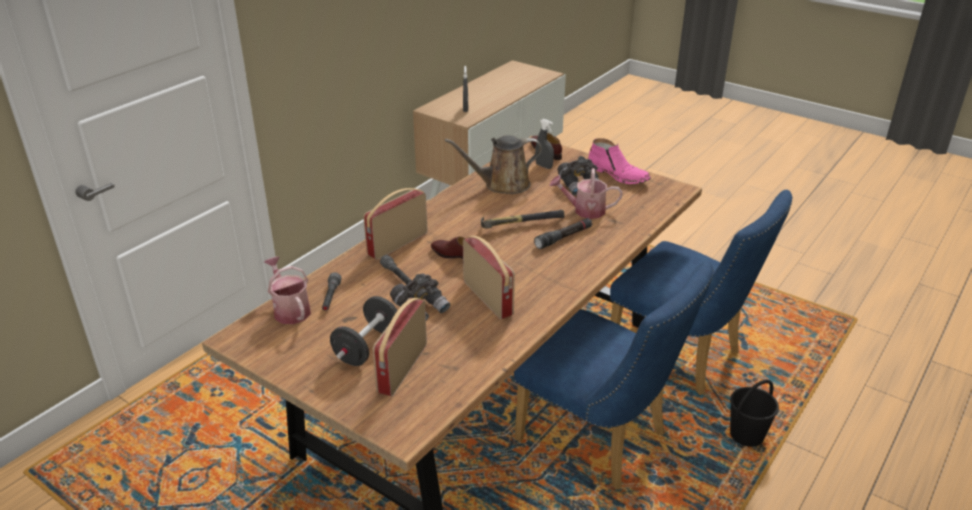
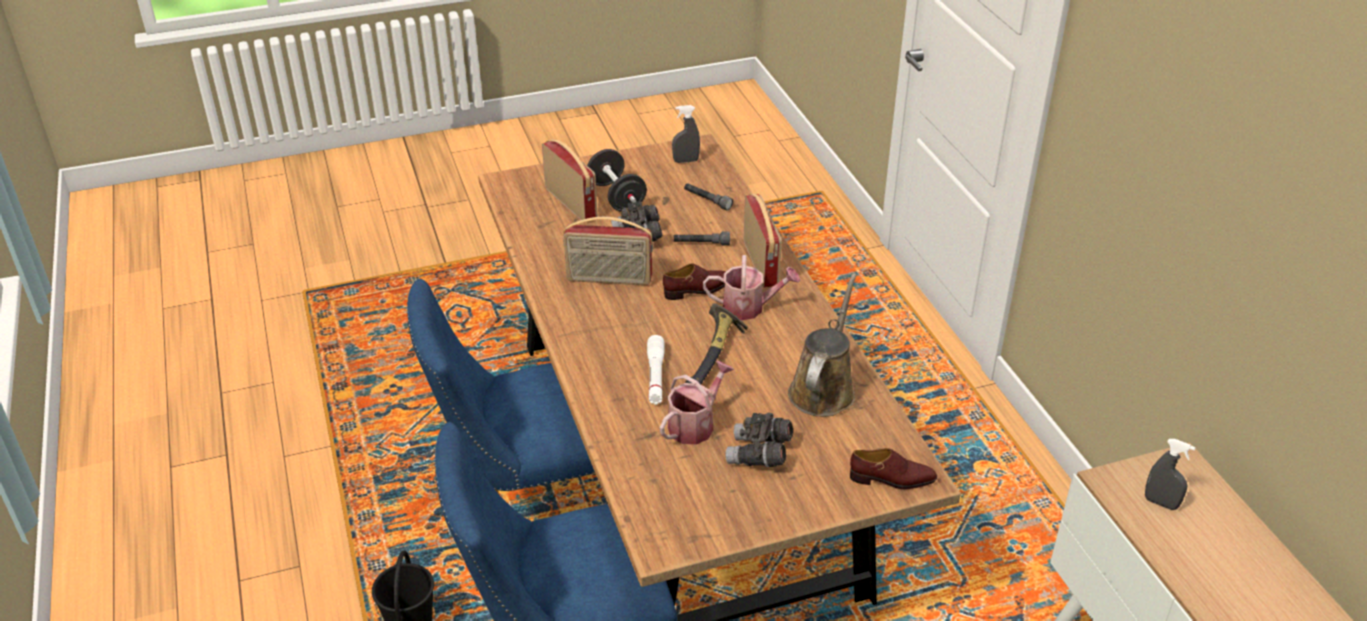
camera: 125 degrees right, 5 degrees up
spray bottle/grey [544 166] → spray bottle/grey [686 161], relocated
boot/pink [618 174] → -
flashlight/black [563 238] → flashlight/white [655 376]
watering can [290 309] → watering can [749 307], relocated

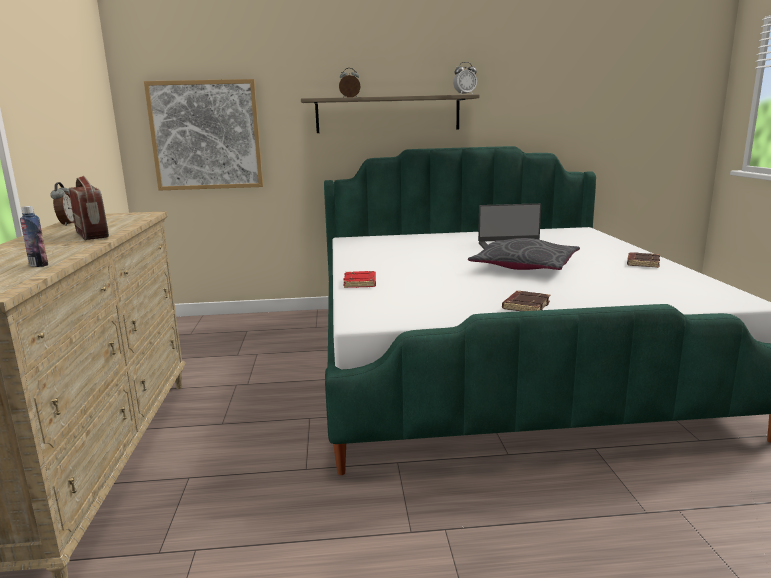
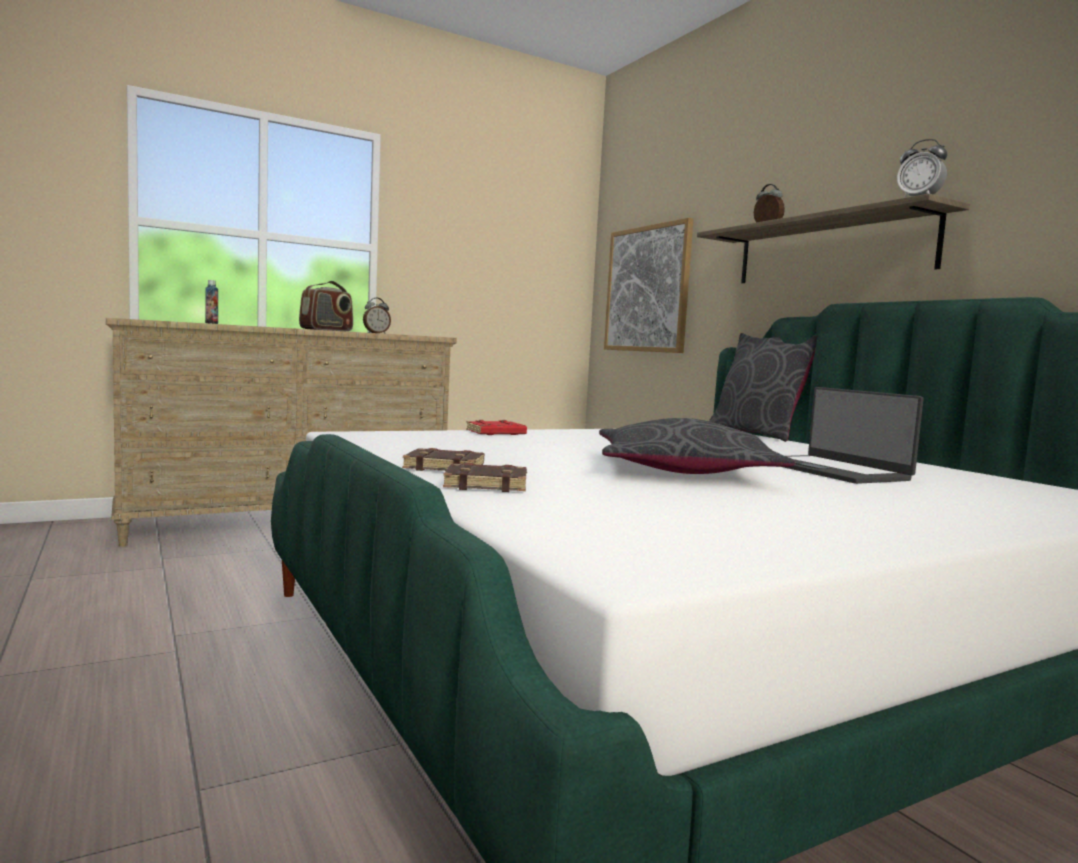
camera: 65 degrees right, 10 degrees down
book/brown [642 263] → book/brown [487 485], relocated
- → pillow/grey [757 434]

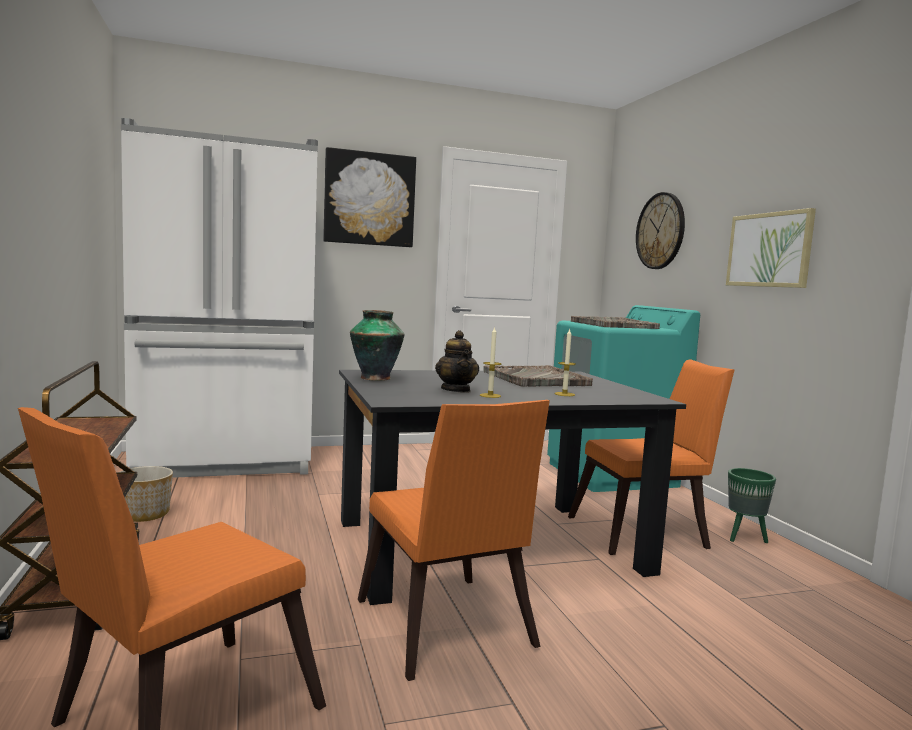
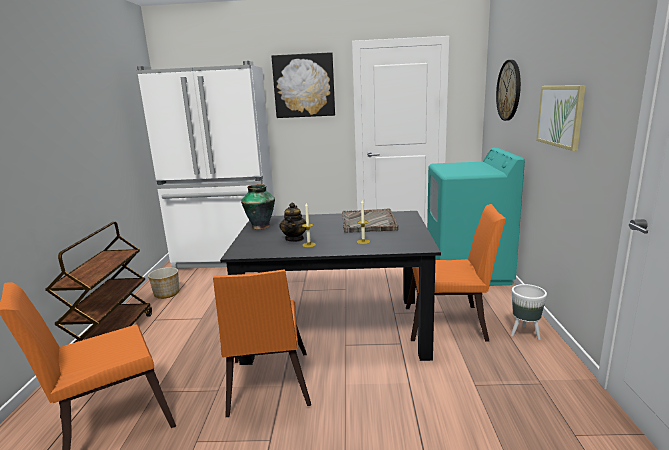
camera: 20 degrees right, 10 degrees up
tray/grey [612 325] → -
planter/green [744 538] → planter/white [525 334]

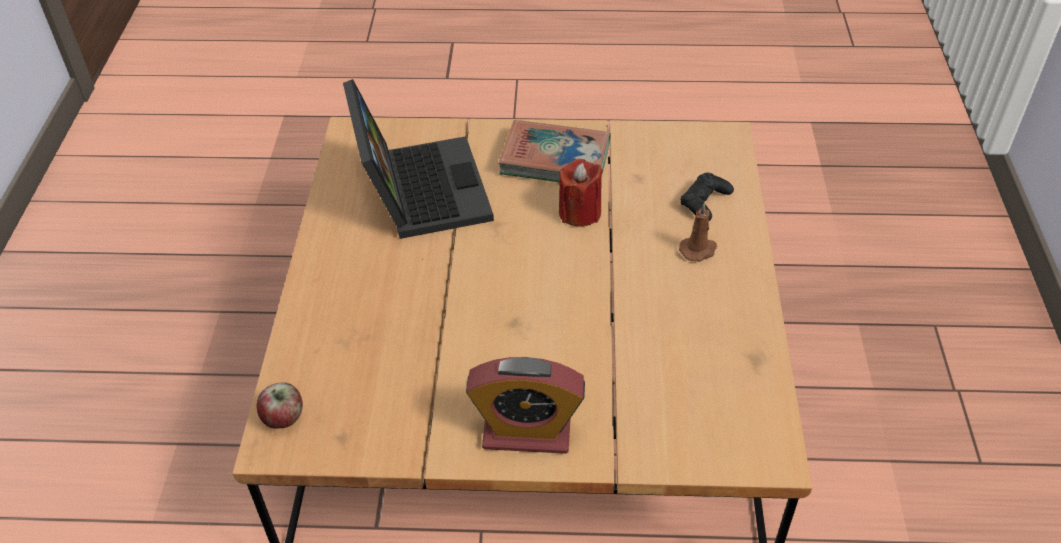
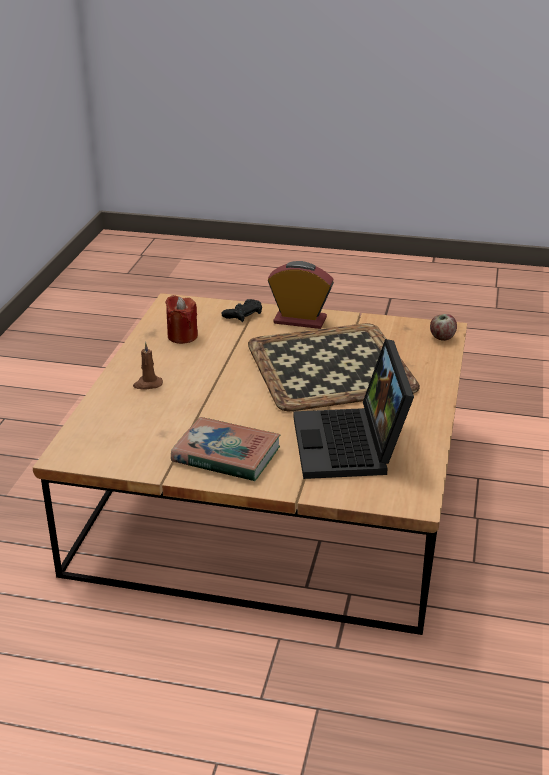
camera: 170 degrees left, 15 degrees down
candle/red [579 212] → candle/red [182 336], relocated
game controller/black [705 202] → game controller/black [243 315], relocated
- → tray [329 368]

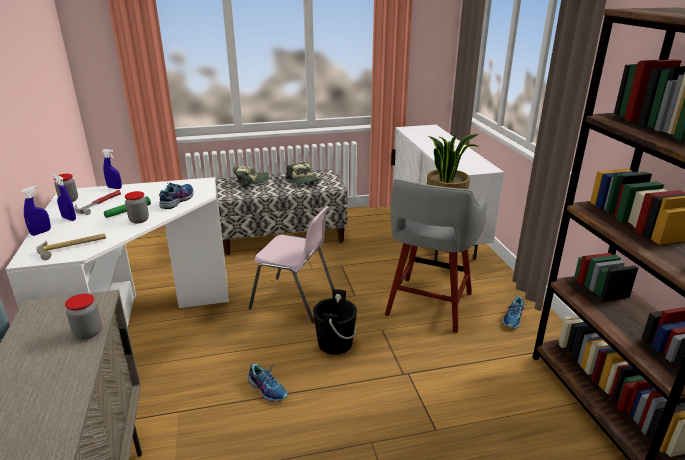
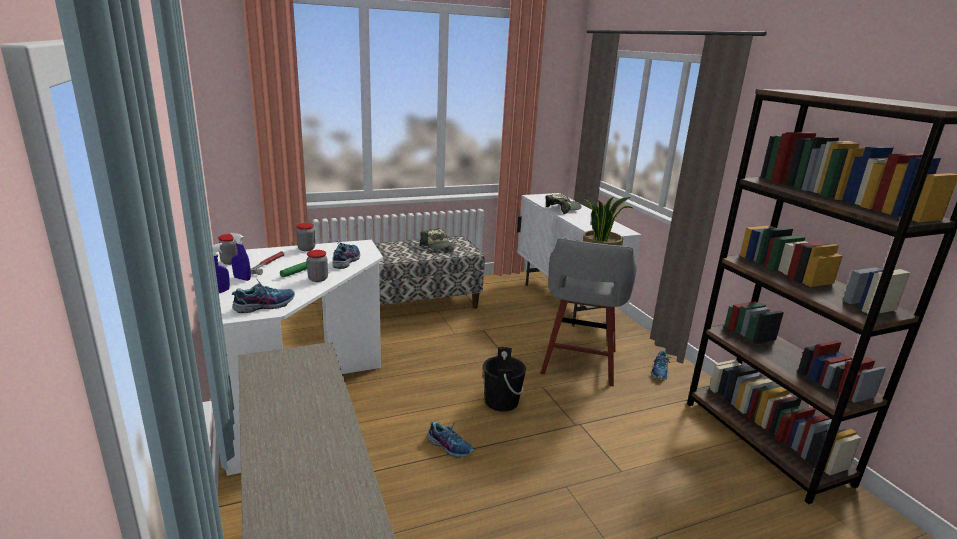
camera: 10 degrees left, 5 degrees down
spray bottle/blue [114 188] → -
cap [251 181] → cap [562 209], relocated
chair/pink [294 300] → -
hammer [73 248] → shoe [264 305]
jar [88 333] → jar [306 249], relocated

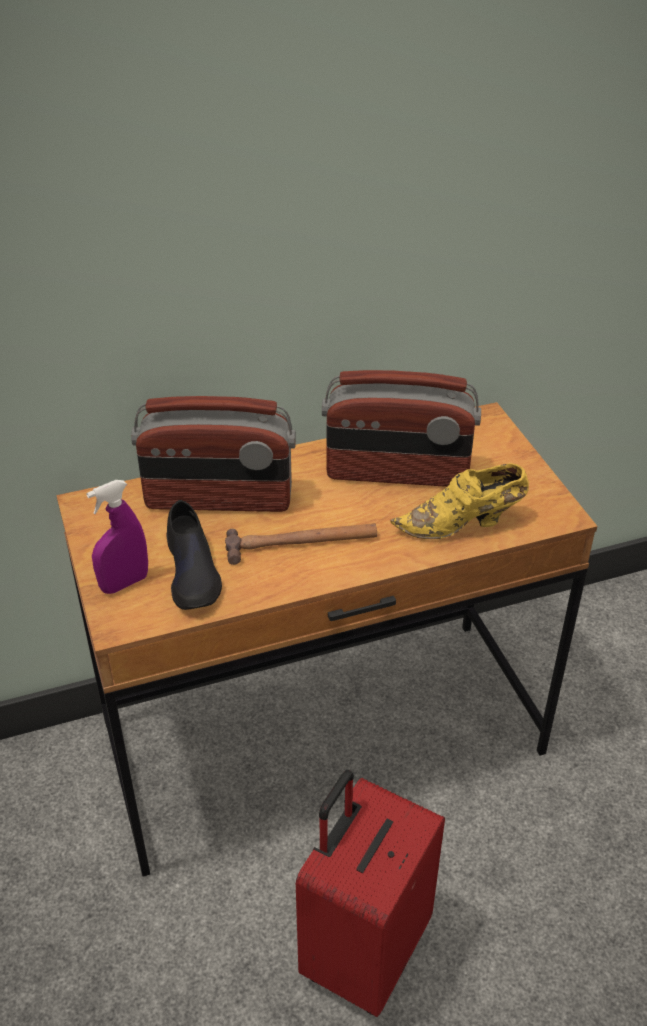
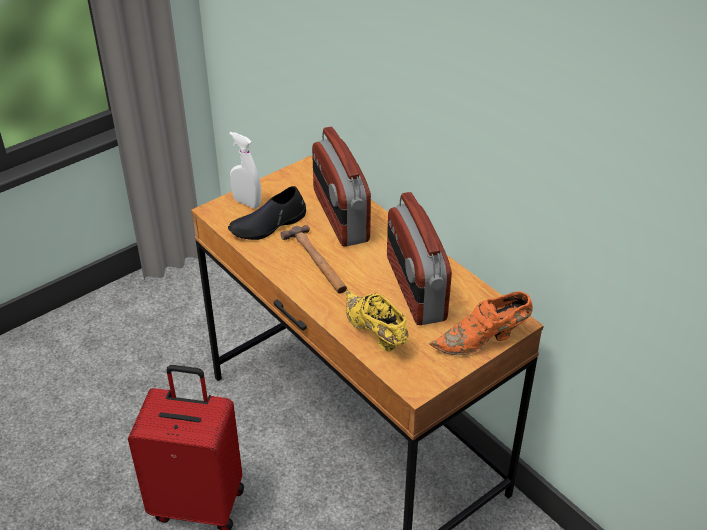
camera: 70 degrees right, 0 degrees up
spray bottle/purple [124 583] → spray bottle/white [247 203]
- → shoe/orange [483 340]

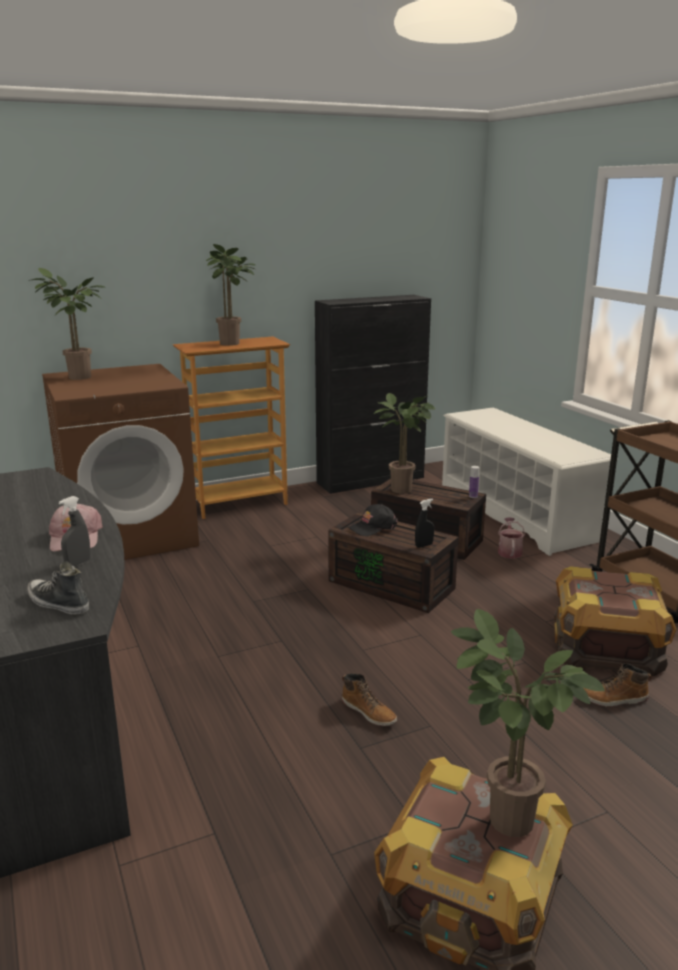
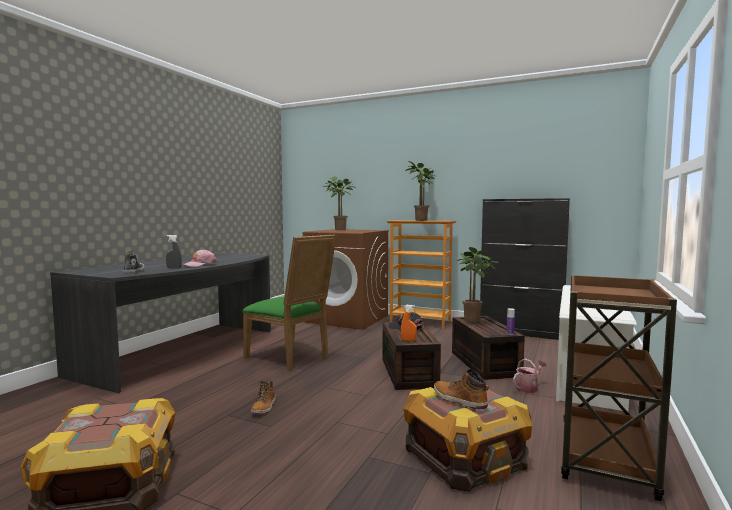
camera: 50 degrees right, 15 degrees down
spray bottle/black [424 545] → spray bottle/orange [408 340]
potted plant [503 822] → -
boot [614 699] → boot [459 400], relocated
- → chair/green [291 357]

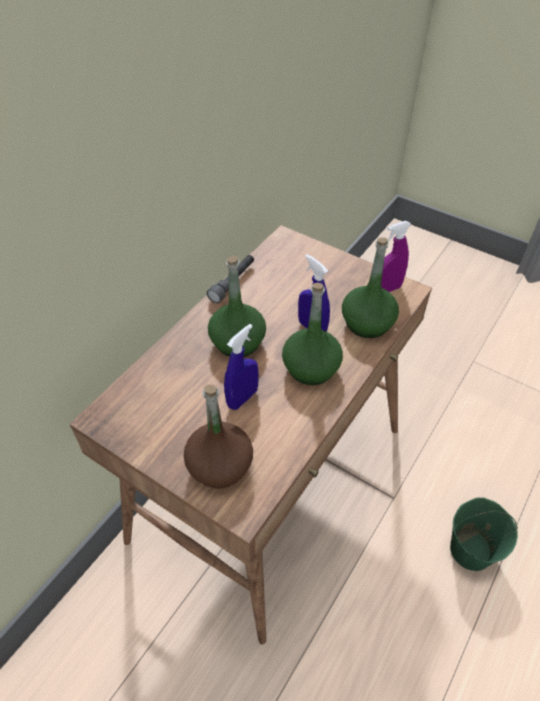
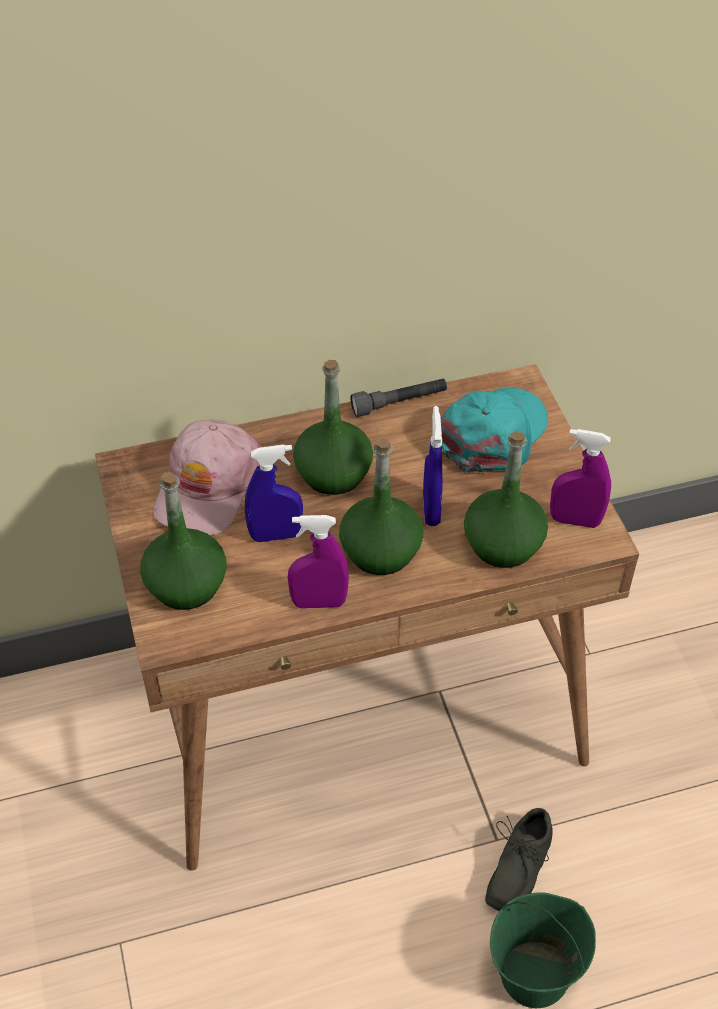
camera: 40 degrees right, 0 degrees up
bottle/brown [220 465] → bottle/green [186 584]
- → cap/turquoise [493 434]
- → cap/pink [208 486]
- → spray bottle/purple [319 602]
- → shoe/grey [515 866]

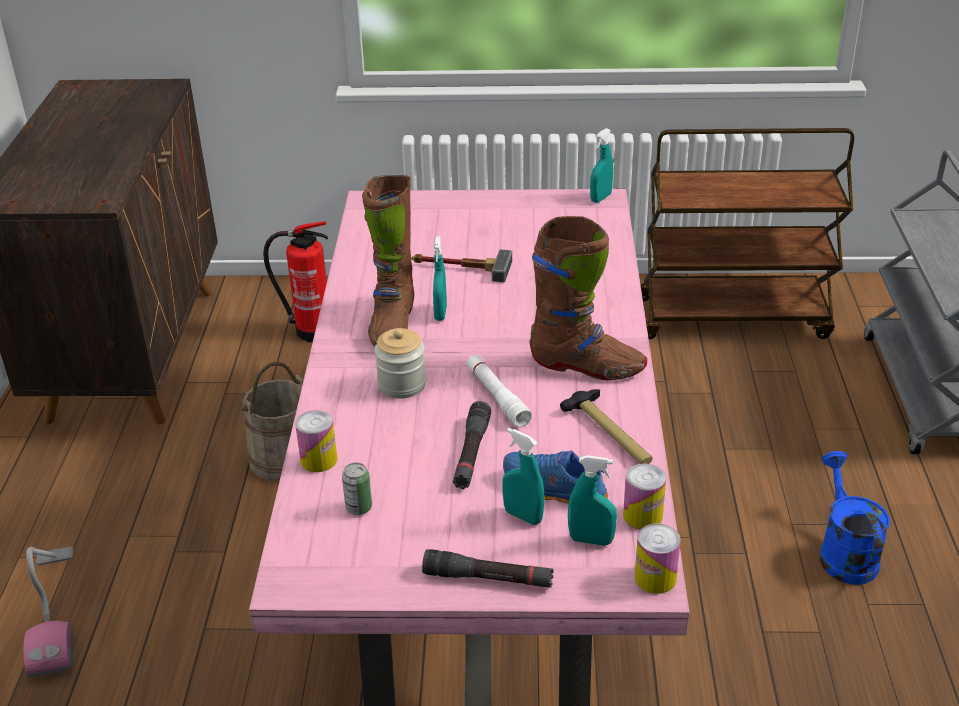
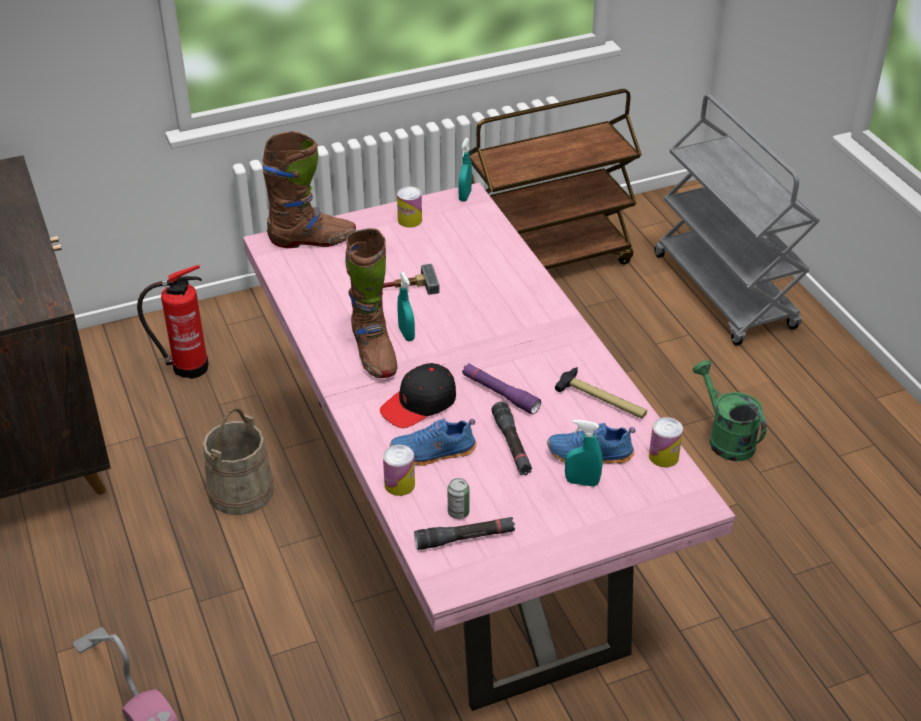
camera: 25 degrees left, 5 degrees up
boot/brown [586 367] → boot/brown [312 240], relocated
jar [402 384] → cap/black [419 404]
flashlight/white [497 397] → flashlight/purple [500 394]
watering can/blue [844 552] → watering can/green [725 438]
spray bottle/turquoise [591 540] → -
can [655 578] → can [410 220], relocated
flashlight/black [488 578] → flashlight/black [465 538], relocated
- → shoe/blue [433 453]

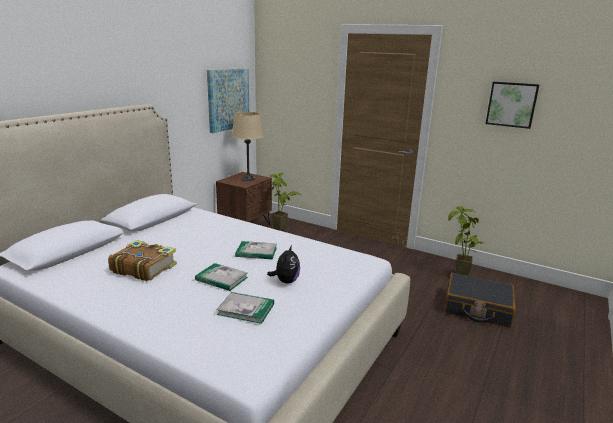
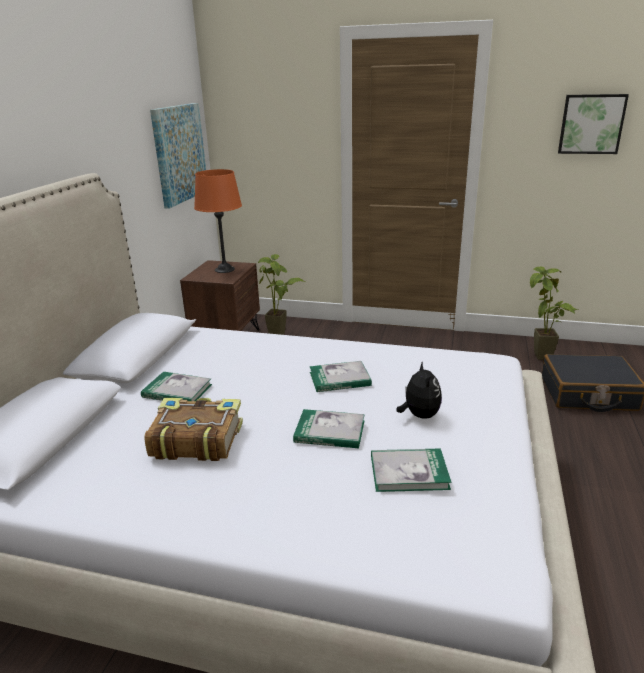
camera: 15 degrees left, 5 degrees up
table lamp/beige [248 179] → table lamp/orange [225 269]
- → book [177 391]

